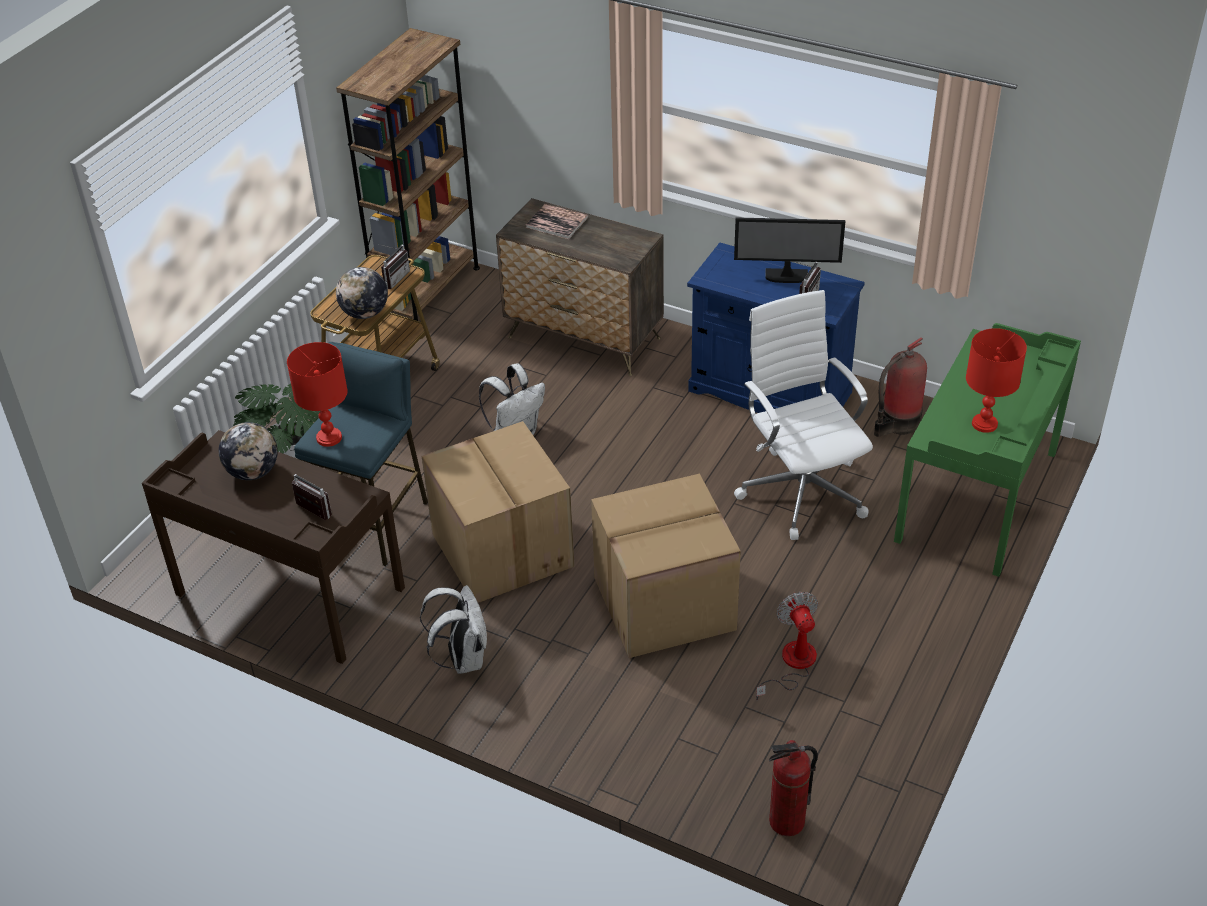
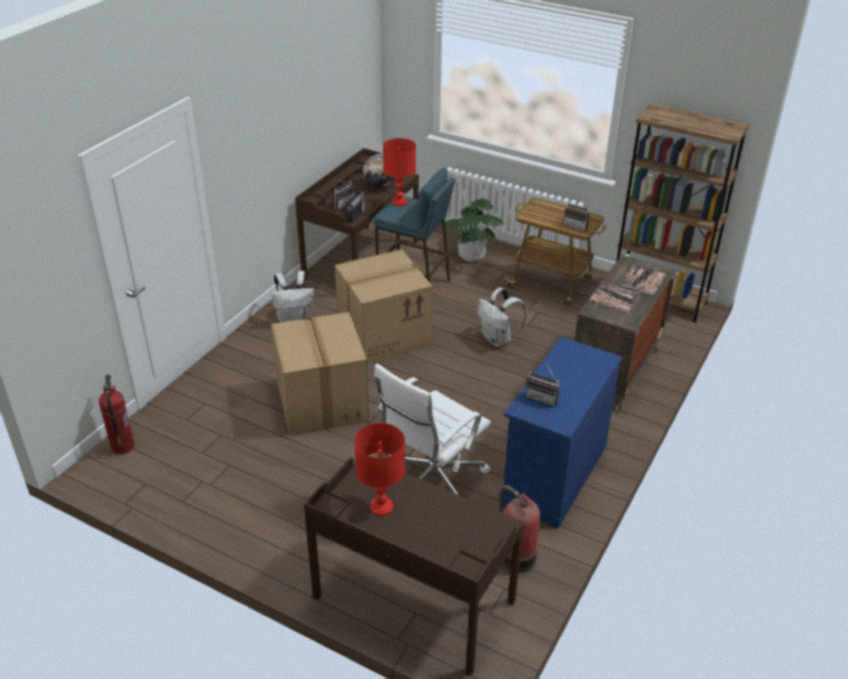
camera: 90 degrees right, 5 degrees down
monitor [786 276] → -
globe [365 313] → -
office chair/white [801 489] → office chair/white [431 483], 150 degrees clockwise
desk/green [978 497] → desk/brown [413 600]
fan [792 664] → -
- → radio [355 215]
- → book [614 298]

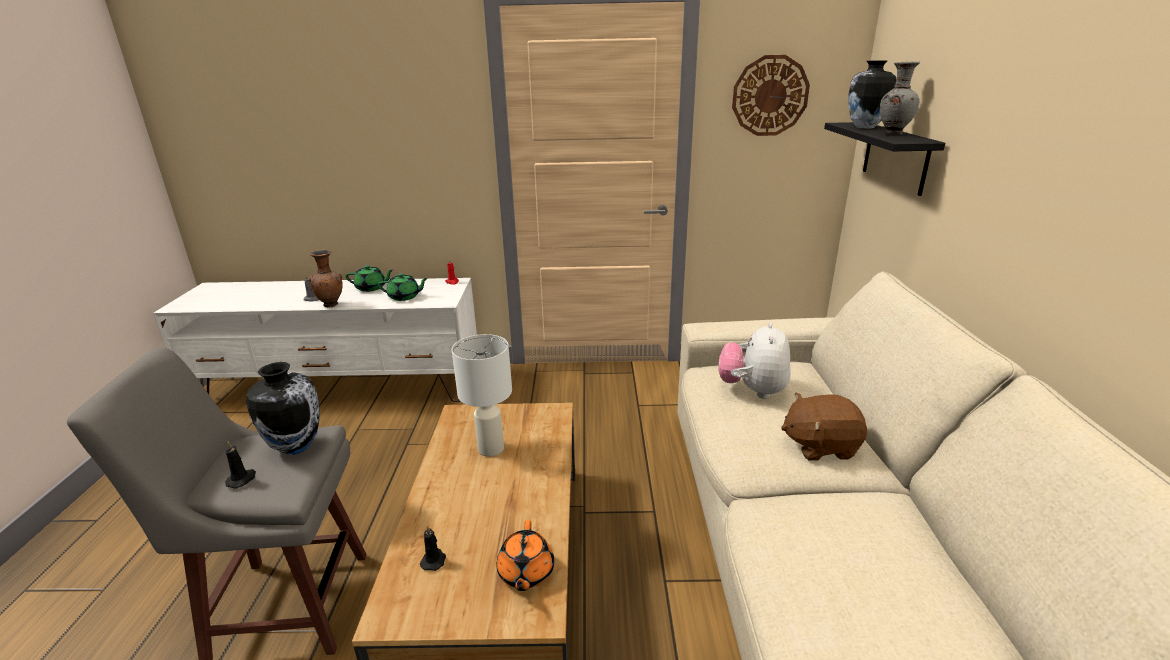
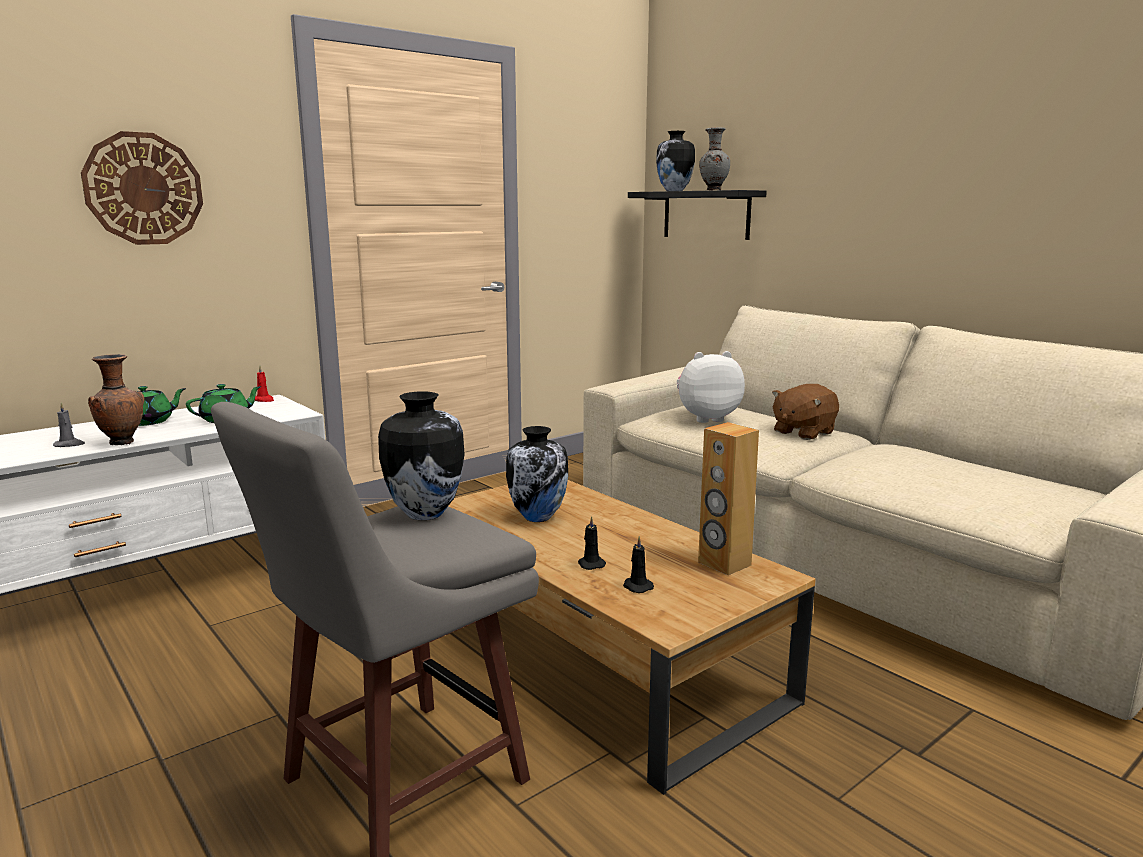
camera: 40 degrees left, 10 degrees down
wall clock [770 96] → wall clock [144 189], relocated
plush toy [752 390] → plush toy [706 418], 105 degrees clockwise
table lamp/white [491 449] → vase [538 517]
candle/black [242 479] → candle/black [590 564], relocated
teapot/orange [525 573] → speaker/brown [724 564]

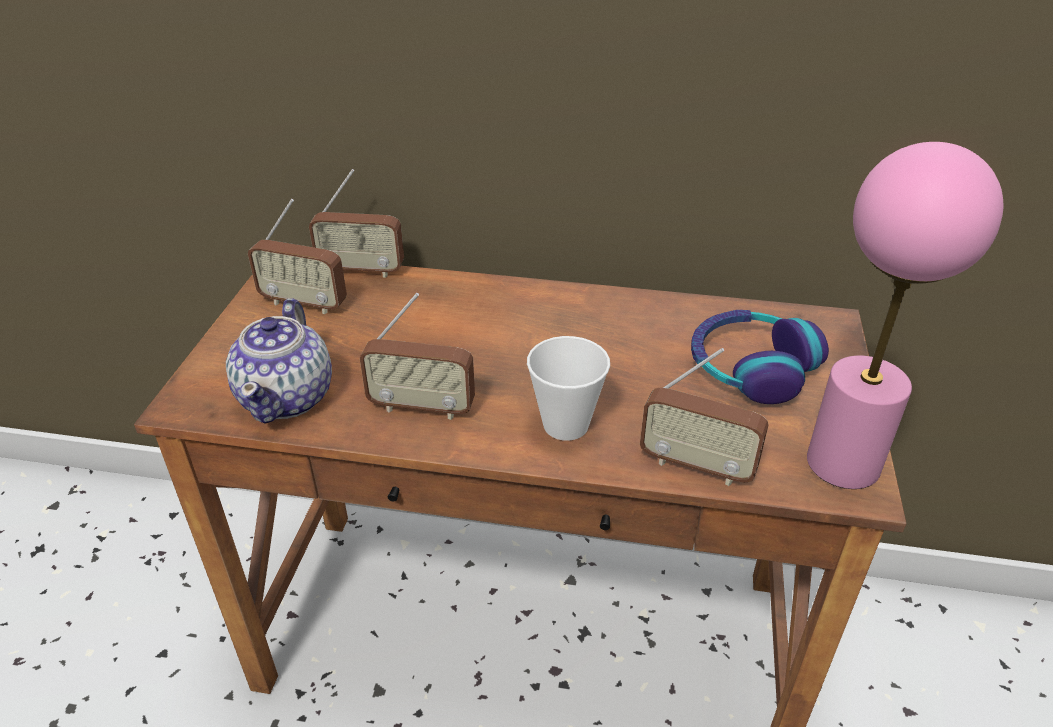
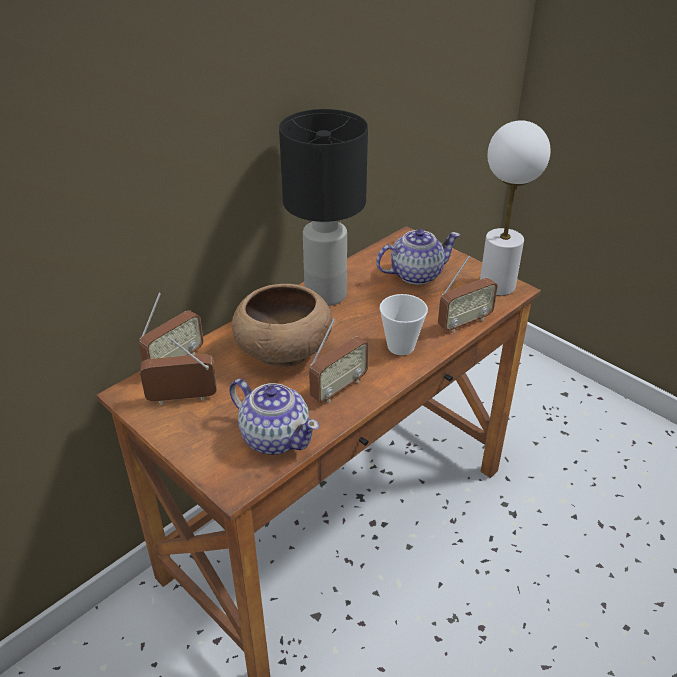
camera: 55 degrees left, 0 degrees up
table lamp/pink [844 464] → table lamp/white [498 285]
radio [304 303] → radio [182 398], 150 degrees counterclockwise
headphones [751 367] → teapot [415 274]
- → table lamp/black [324 295]
- → bowl/brown [282 350]

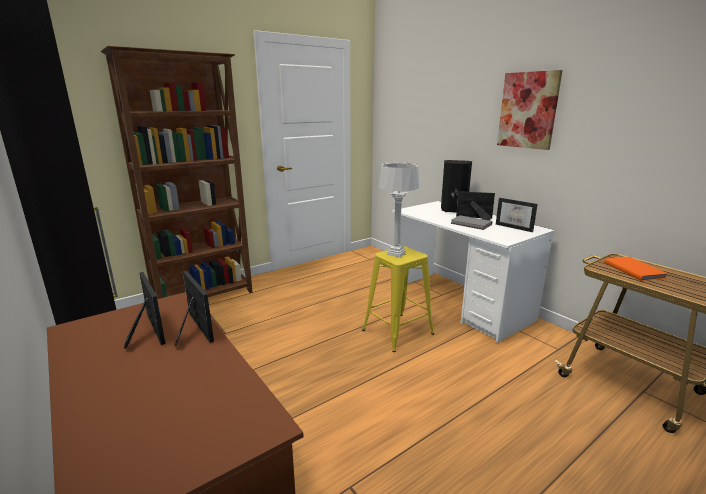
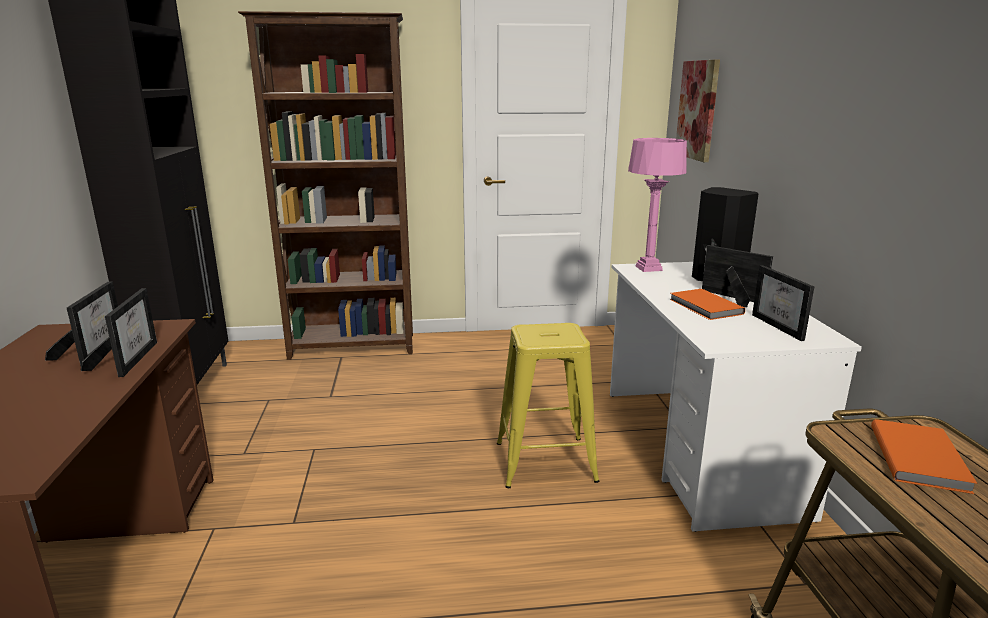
camera: 30 degrees right, 0 degrees up
picture [528 110] → picture [698 110], relocated
table lamp/grey [396 254] → -
book/grey [471 224] → book/orange [705 307]
- → table lamp/pink [648 268]

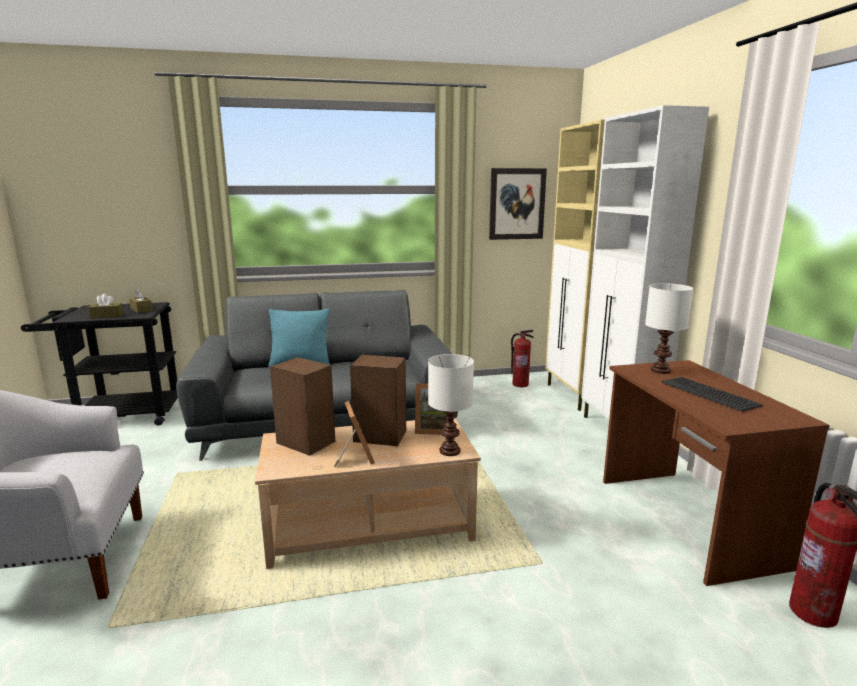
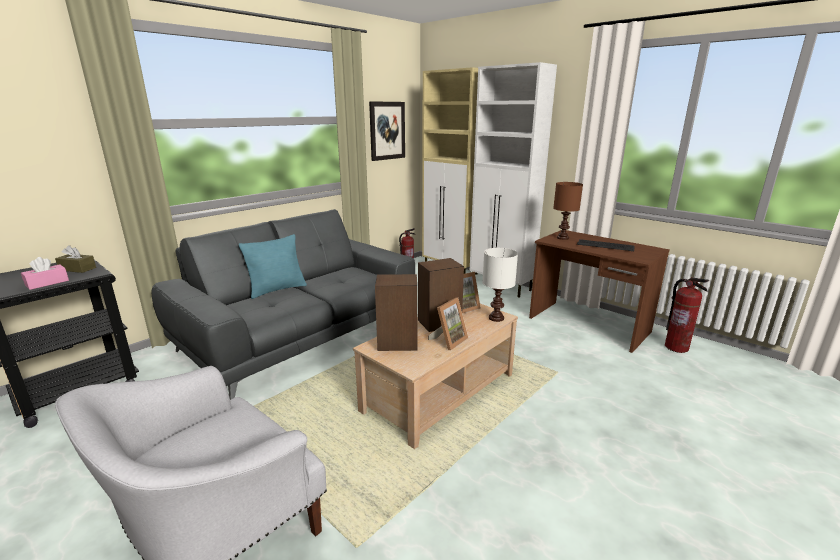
camera: 35 degrees left, 5 degrees up
table lamp/white [659 370] → table lamp/brown [562 238]
tissue box/brown [107 316] → tissue box/pink [47 283]
picture frame [355 457] → picture frame [448 341], 90 degrees clockwise

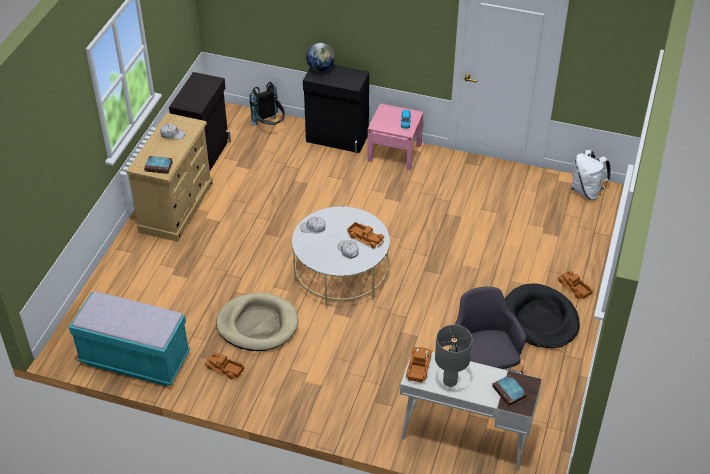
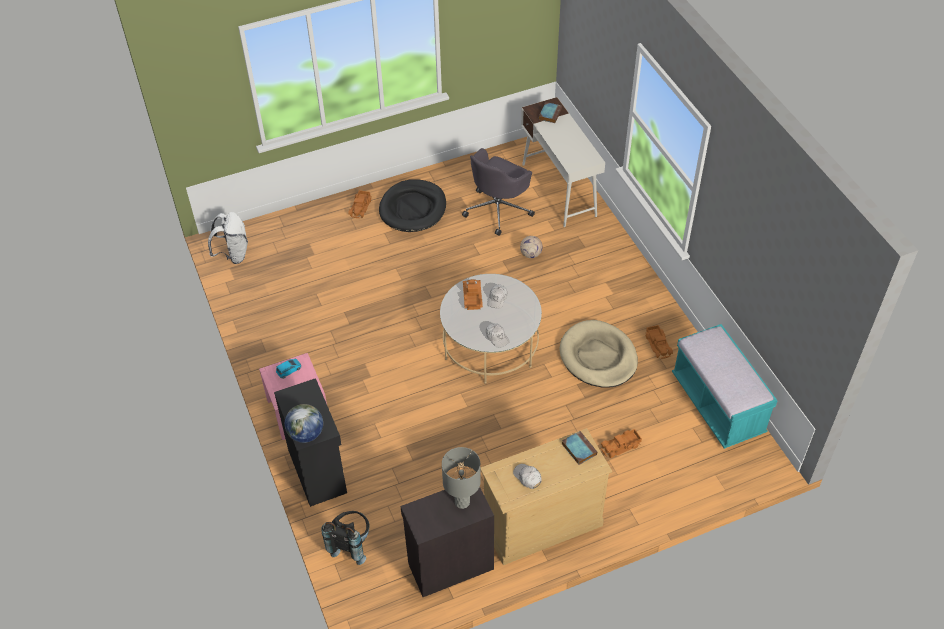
camera: 130 degrees left, 5 degrees up
table lamp/grey [450 381] → table lamp/grey [462 502], relocated
toy truck [418 367] → toy truck [621 446], relocated
- → football [531 254]

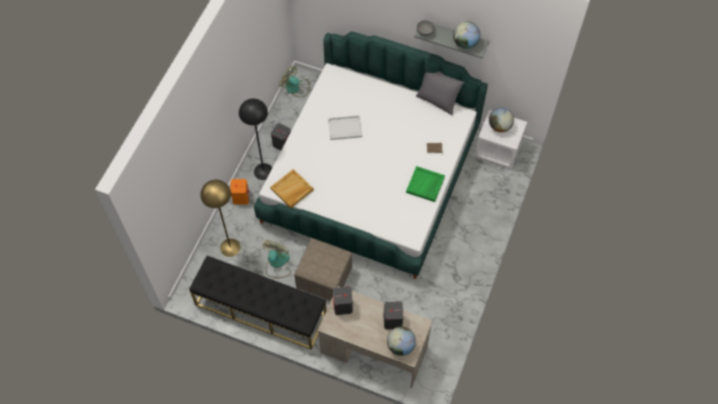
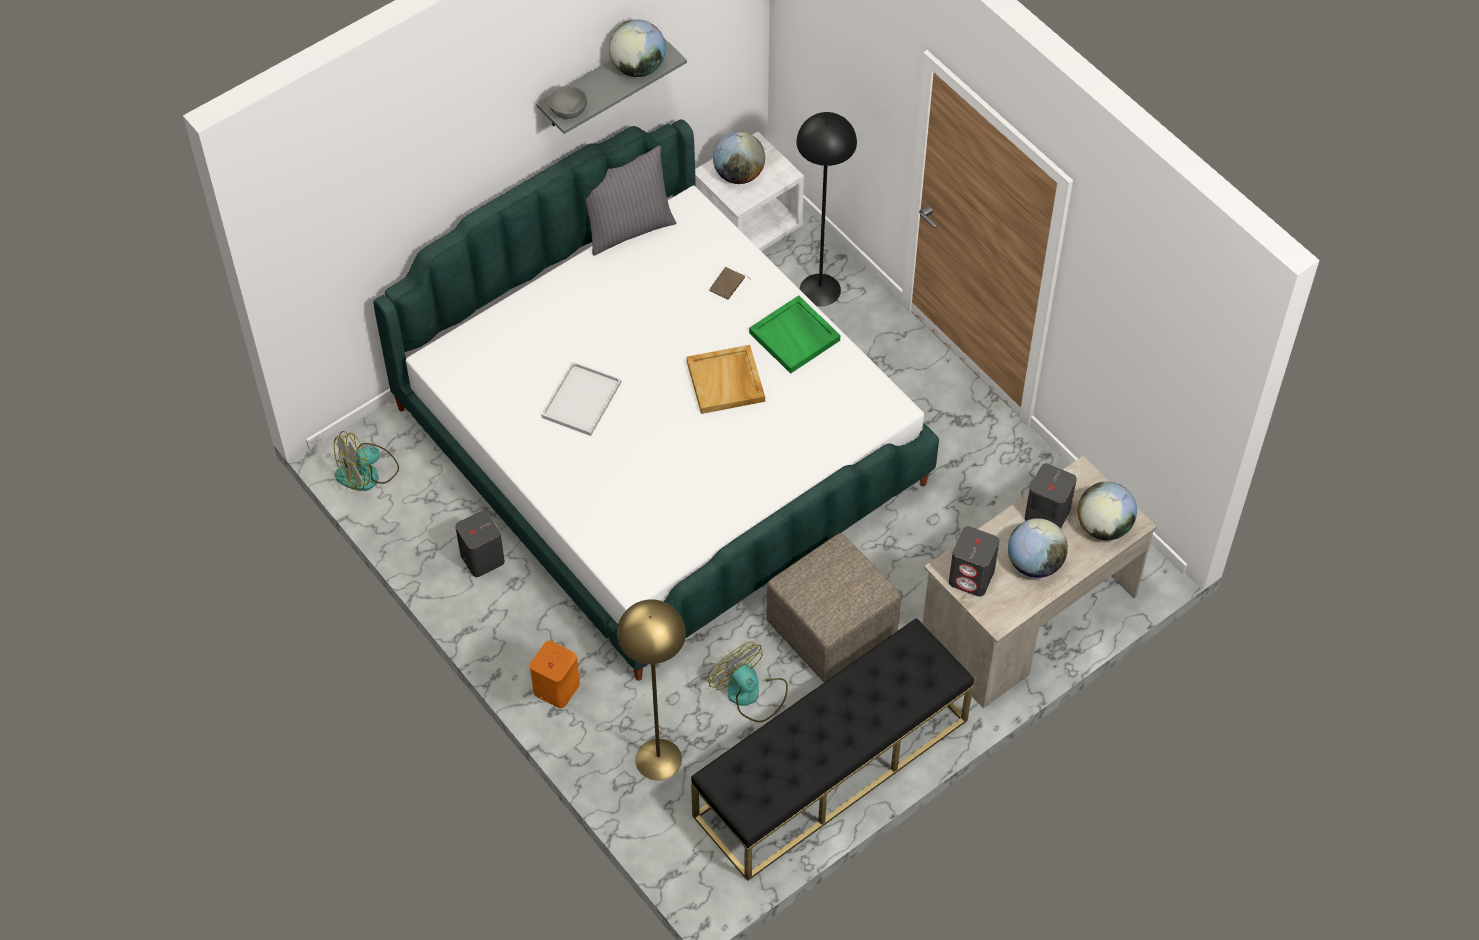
camera: 60 degrees left, 5 degrees down
floor lamp/black [263 171] → floor lamp/black [819 290], relocated
tray/beige [292 190] → tray/beige [726 382], relocated
- → globe [1034 563]

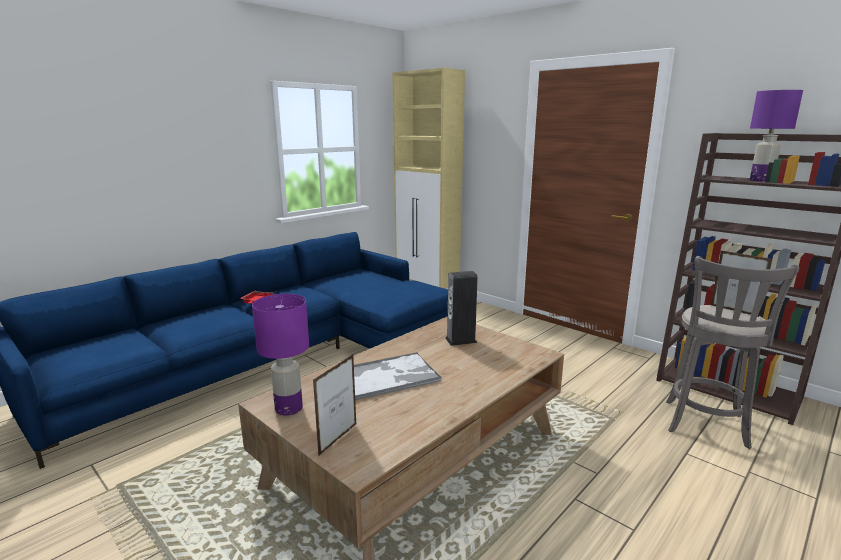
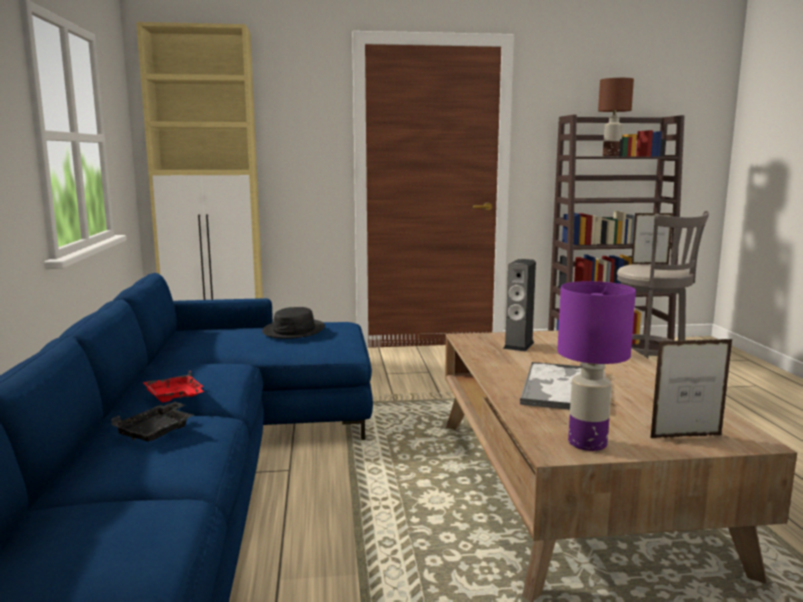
camera: 50 degrees left, 5 degrees down
table lamp/purple [761 180] → table lamp/brown [612 156]
picture frame [338 439] → picture frame [686 436], 105 degrees clockwise
- → hat/black [294 330]
- → tray/black [157 431]

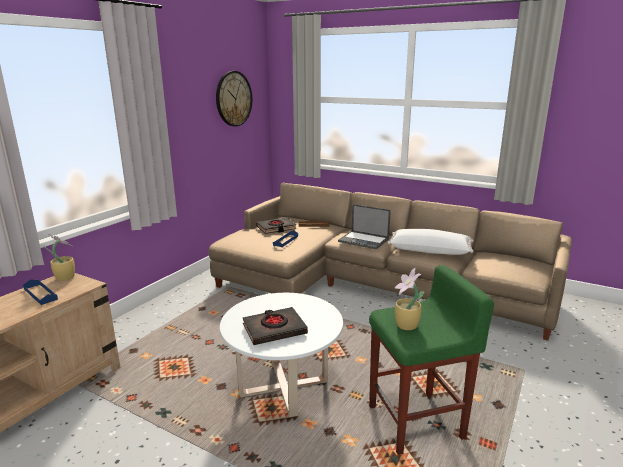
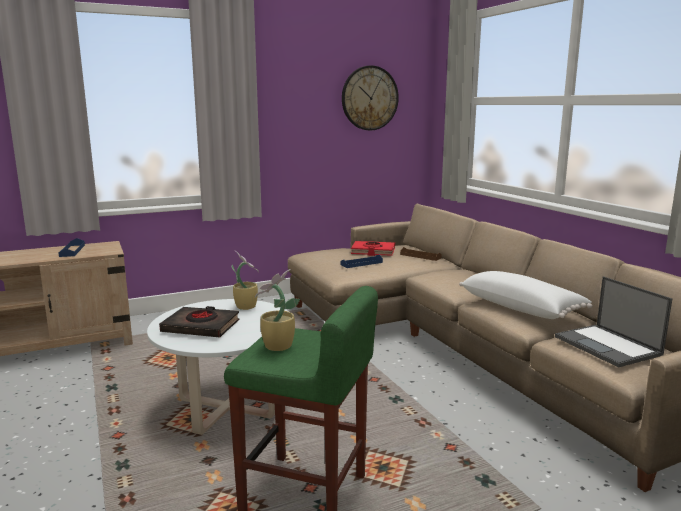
camera: 35 degrees right, 5 degrees down
laptop [364 240] → laptop [608 346], relocated
book/black [276 228] → book/red [373 251]
potted plant [65 277] → potted plant [246 306], relocated

